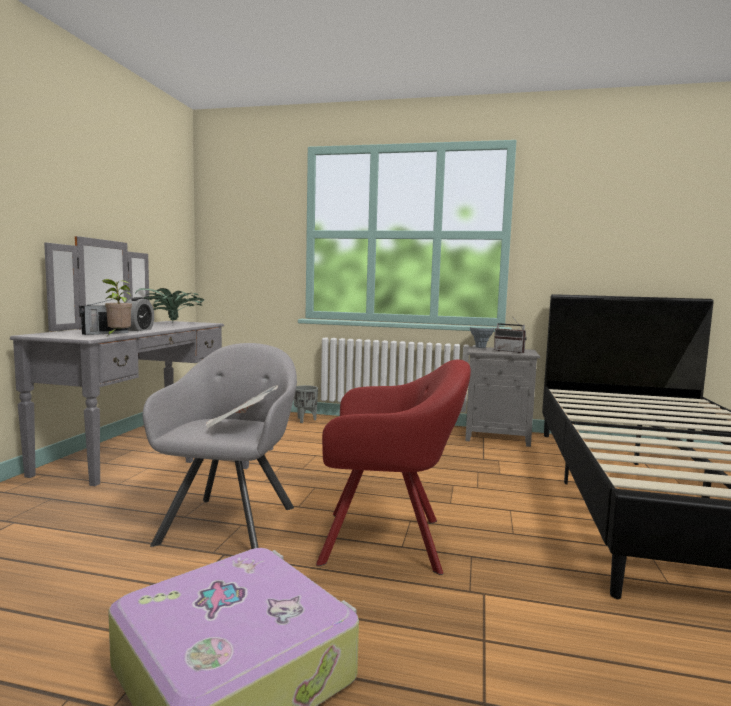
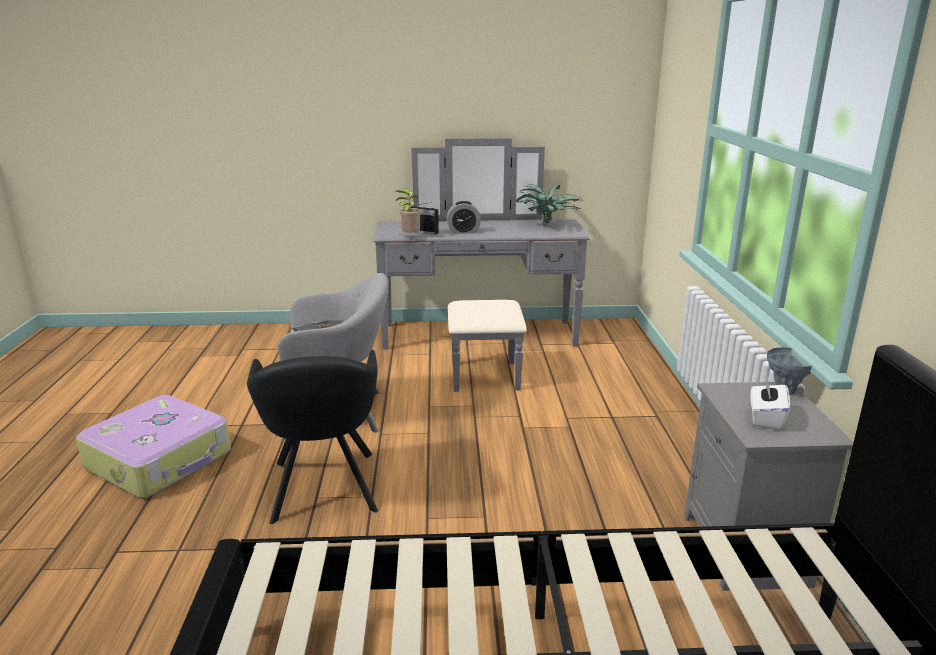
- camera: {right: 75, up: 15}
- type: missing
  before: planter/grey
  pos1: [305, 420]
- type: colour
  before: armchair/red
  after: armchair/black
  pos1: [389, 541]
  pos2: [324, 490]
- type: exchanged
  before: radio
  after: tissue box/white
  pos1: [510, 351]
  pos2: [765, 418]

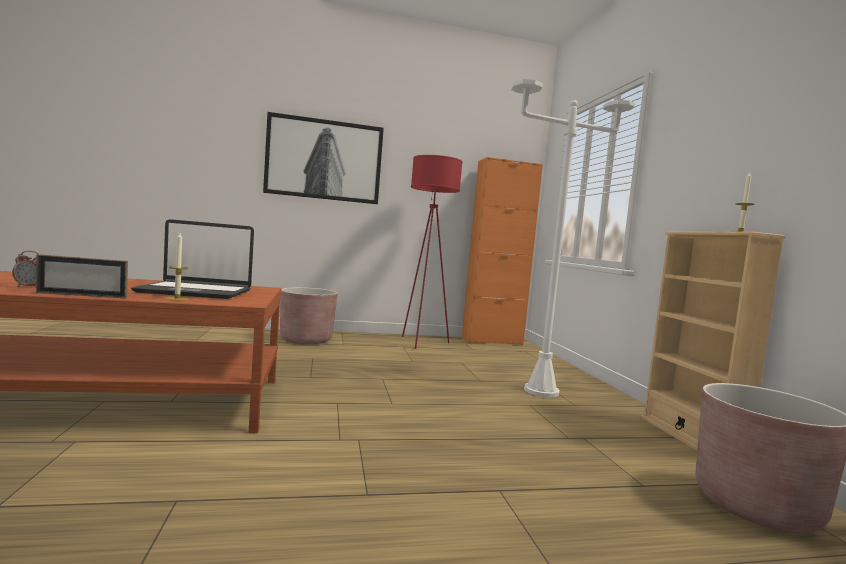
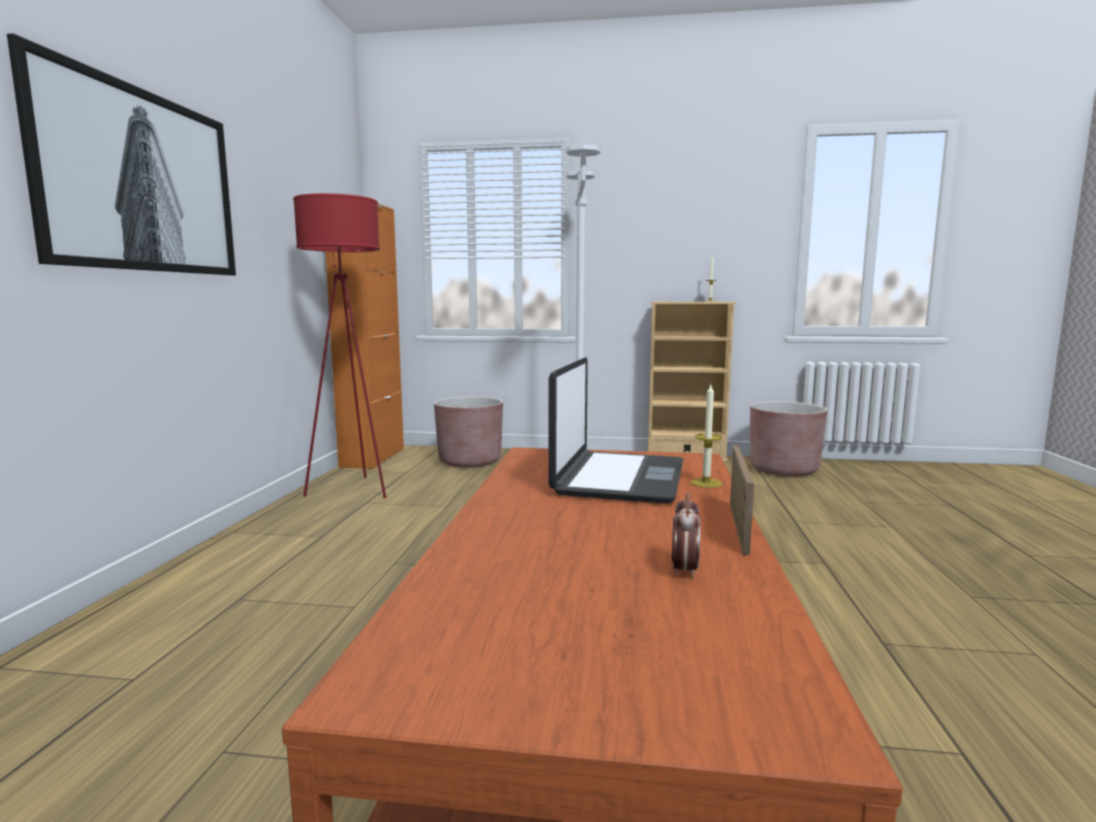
- camera: {right: -70, up: 5}
- type: relocated
  before: planter/brown
  pos1: [306, 340]
  pos2: [469, 461]

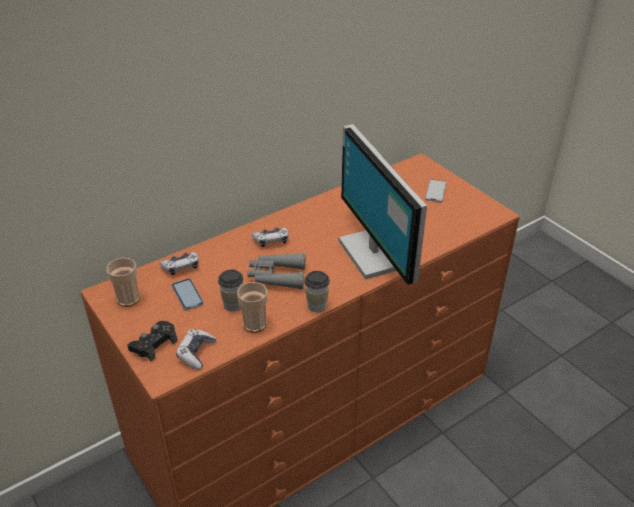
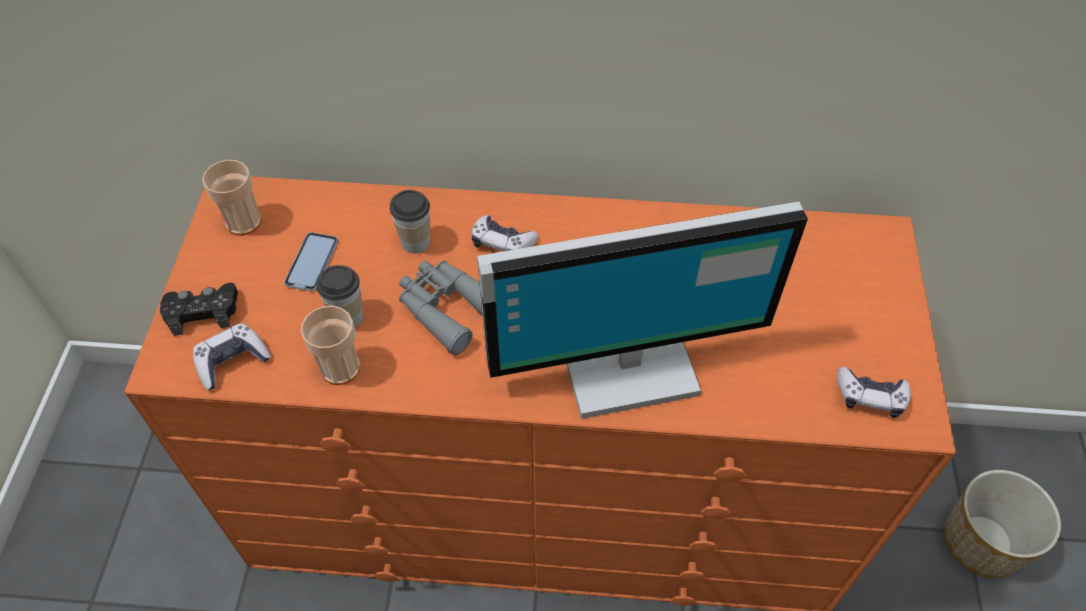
- camera: {right: 40, up: 15}
- type: relocated
  before: game controller
  pos1: [181, 267]
  pos2: [870, 397]
- type: relocated
  before: cup
  pos1: [317, 306]
  pos2: [415, 242]
- type: spun
  before: monitor
  pos1: [376, 253]
  pos2: [627, 363]
  turn: -120
- type: missing
  before: phone
  pos1: [435, 191]
- type: appeared
  after: planter
  pos2: [983, 542]

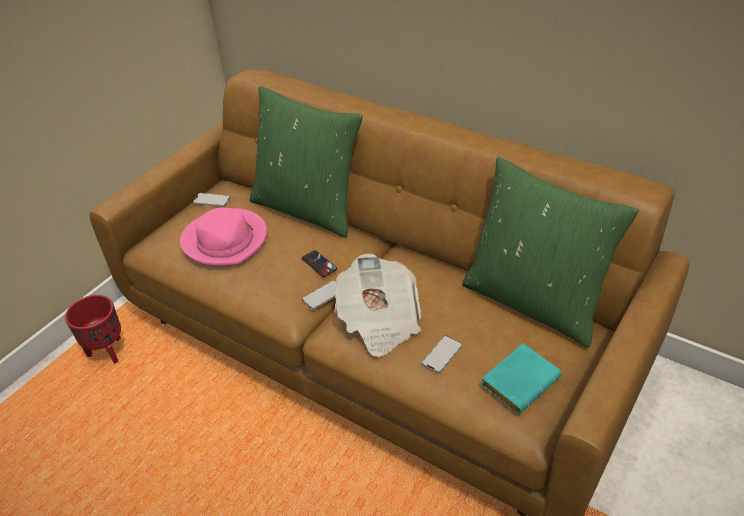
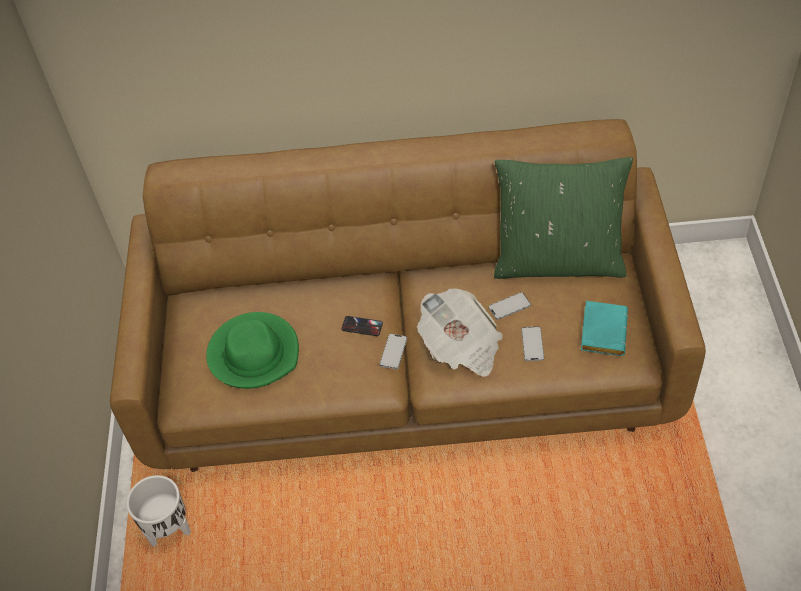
- camera: {right: -35, up: 10}
- type: colour
  before: planter/red
  after: planter/white
  pos1: [108, 352]
  pos2: [169, 529]
- type: colour
  before: hat/pink
  after: hat/green
  pos1: [226, 241]
  pos2: [254, 353]
- type: relocated
  before: phone
  pos1: [212, 200]
  pos2: [509, 306]
- type: missing
  before: pillow/green
  pos1: [308, 208]

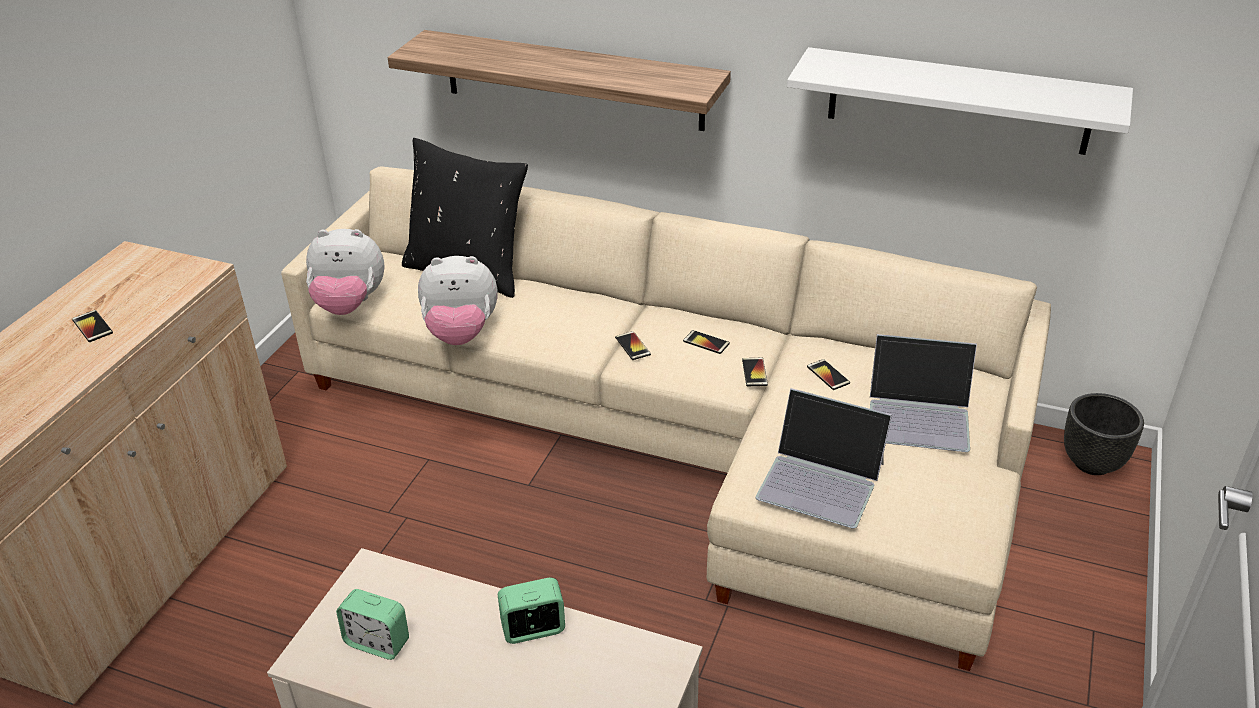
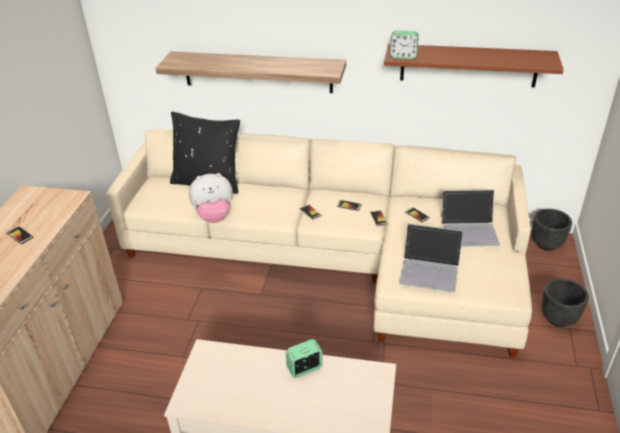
- camera: {right: -10, up: 0}
- type: missing
  before: plush toy
  pos1: [350, 305]
- type: relocated
  before: alarm clock
  pos1: [377, 642]
  pos2: [403, 56]
- type: colour
  before: shelf/white
  after: shelf/brown
  pos1: [958, 101]
  pos2: [468, 65]
- type: appeared
  after: planter/black
  pos2: [559, 319]

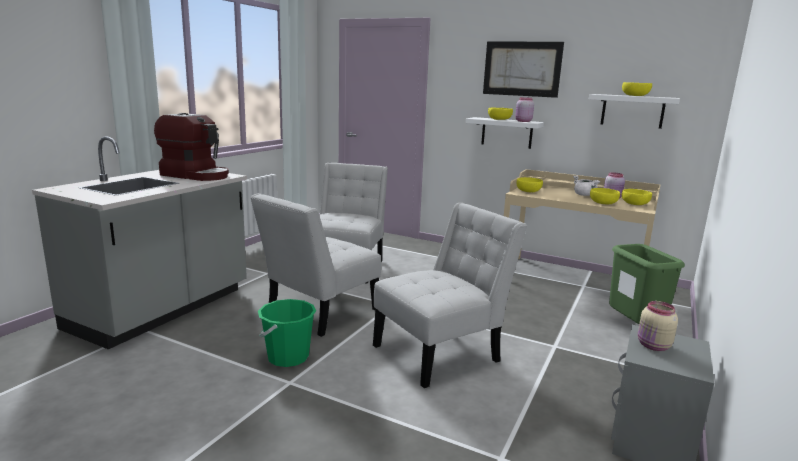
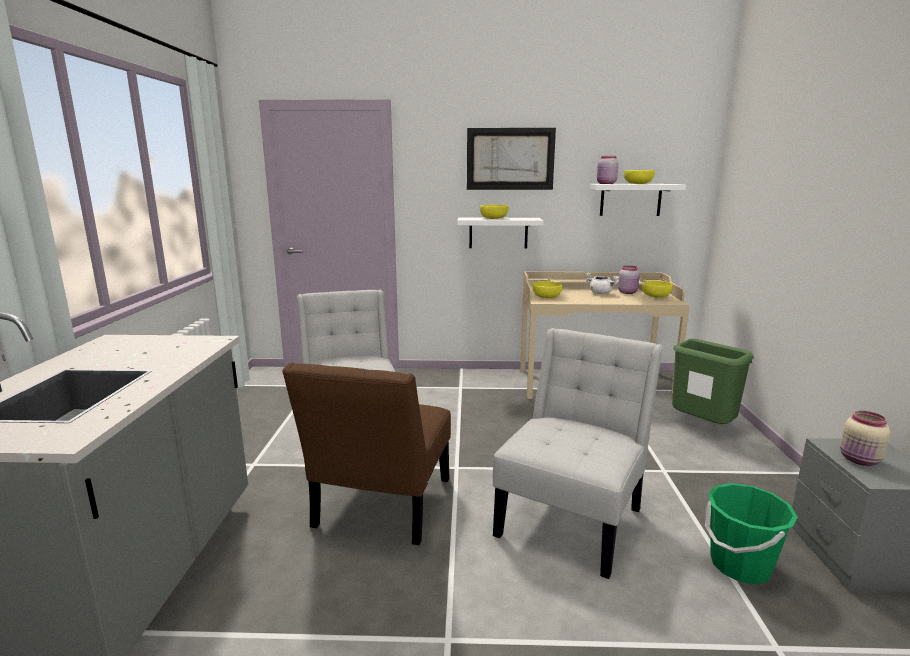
- camera: {right: -25, up: 0}
- type: missing
  before: coffee machine
  pos1: [196, 175]
- type: colour
  before: chair/white
  after: chair/brown
  pos1: [318, 313]
  pos2: [380, 507]
- type: relocated
  before: bucket/green
  pos1: [288, 357]
  pos2: [740, 565]
- type: relocated
  before: jar/pink
  pos1: [523, 121]
  pos2: [606, 183]
- type: missing
  before: bowl/yellow
  pos1: [603, 203]

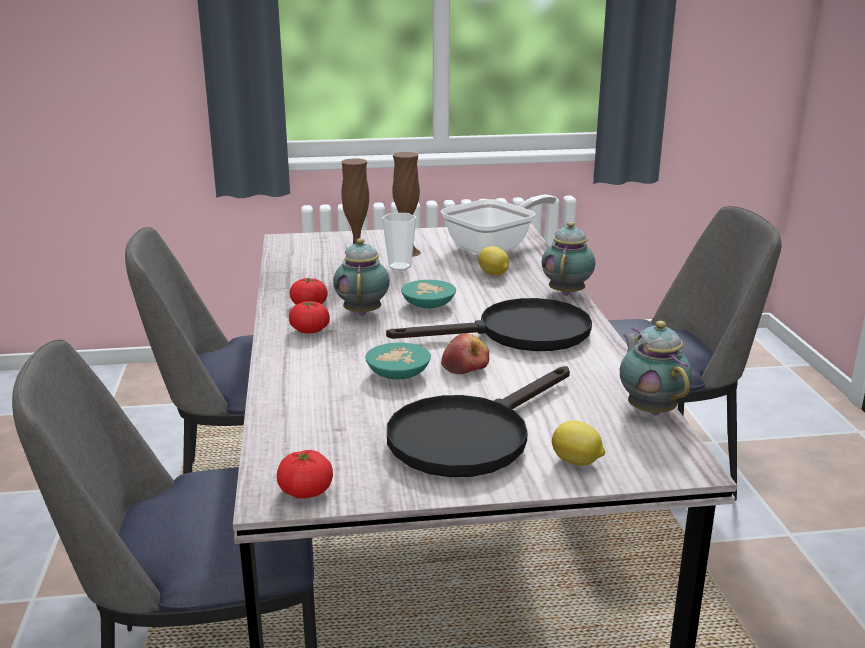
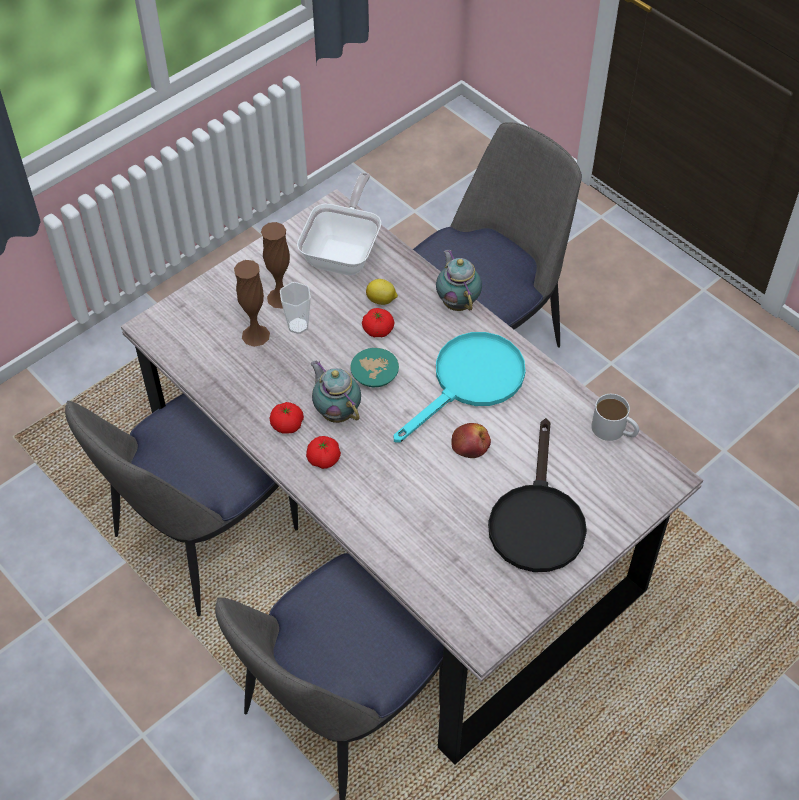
- camera: {right: -35, up: 30}
- type: relocated
  before: tomato
  pos1: [306, 491]
  pos2: [378, 330]
- type: missing
  before: bowl/turquoise
  pos1: [396, 374]
- type: colour
  before: frying pan/black
  after: frying pan/turquoise
  pos1: [518, 334]
  pos2: [470, 382]
- type: missing
  before: lemon
  pos1: [577, 462]
- type: exchanged
  before: teapot
  after: mug/white
  pos1: [650, 409]
  pos2: [614, 430]

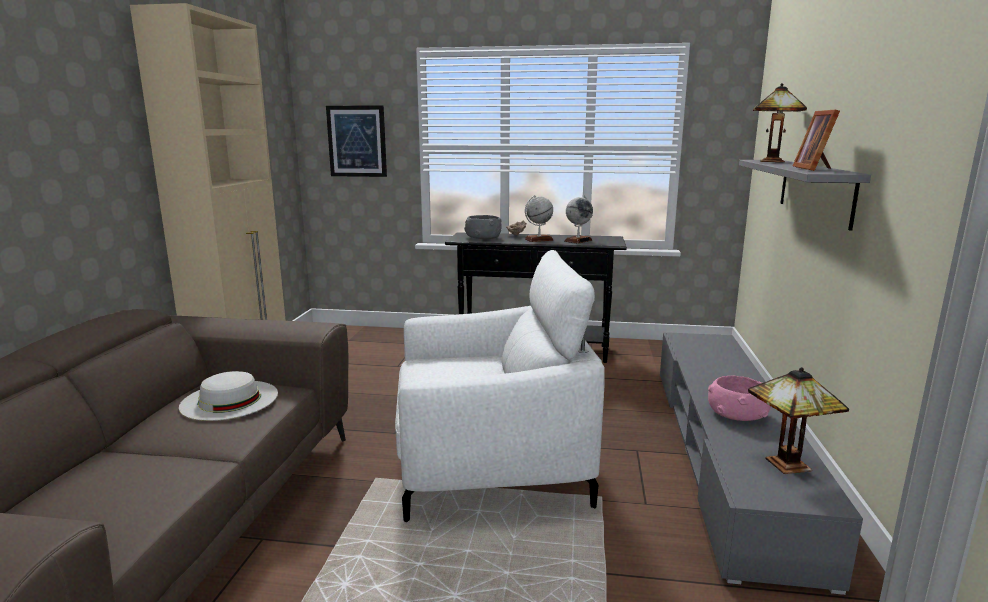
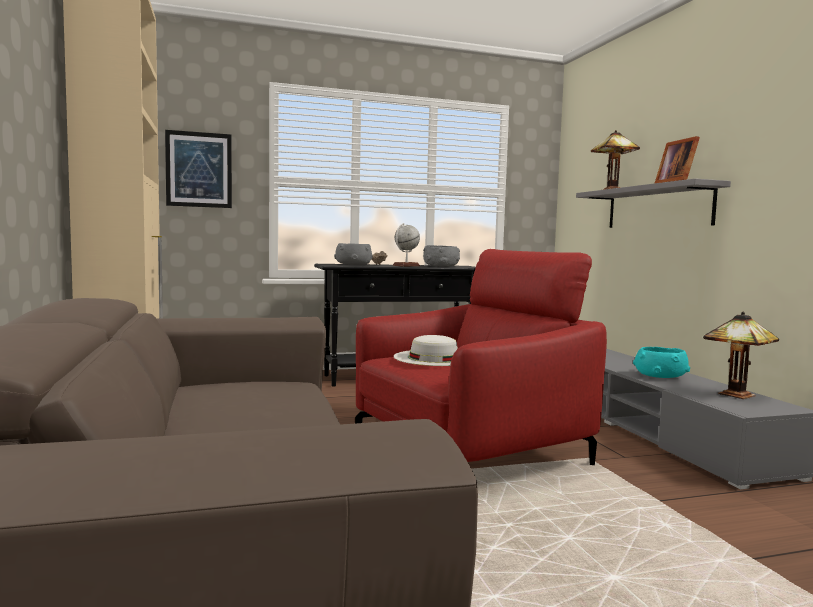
- camera: {right: -25, up: -10}
- type: relocated
  before: hat/white
  pos1: [229, 399]
  pos2: [434, 358]
- type: colour
  before: armchair/white
  after: armchair/red
  pos1: [489, 463]
  pos2: [468, 452]
- type: exchanged
  before: globe
  after: bowl/grey
  pos1: [578, 240]
  pos2: [441, 266]
- type: colour
  before: bowl/pink
  after: bowl/turquoise
  pos1: [736, 414]
  pos2: [660, 376]

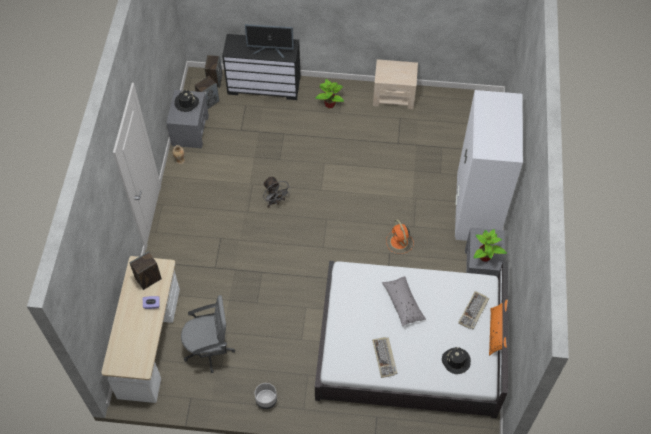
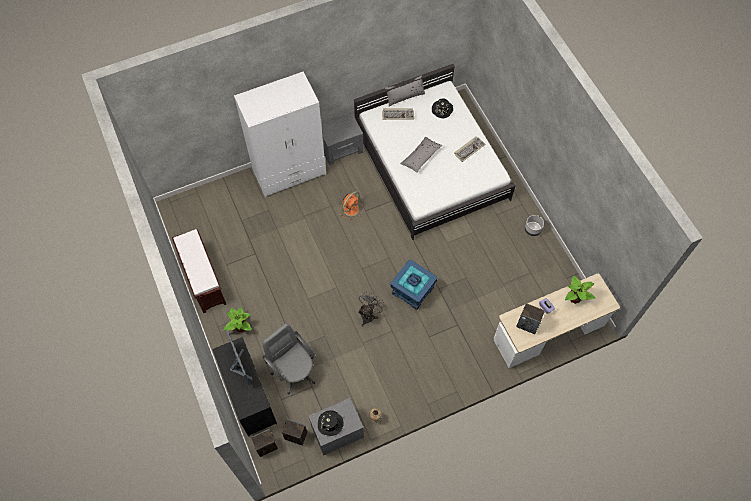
- camera: {right: -120, up: 5}
- type: relocated
  before: office chair/grey
  pos1: [210, 349]
  pos2: [294, 371]
- type: exchanged
  before: nightstand/beige
  after: bench/brown
  pos1: [394, 96]
  pos2: [203, 280]
- type: relocated
  before: potted plant
  pos1: [485, 257]
  pos2: [574, 298]
- type: colour
  before: pillow/orange
  after: pillow/grey
  pos1: [496, 332]
  pos2: [405, 96]
- type: appeared
  after: storage box/blue
  pos2: [413, 290]

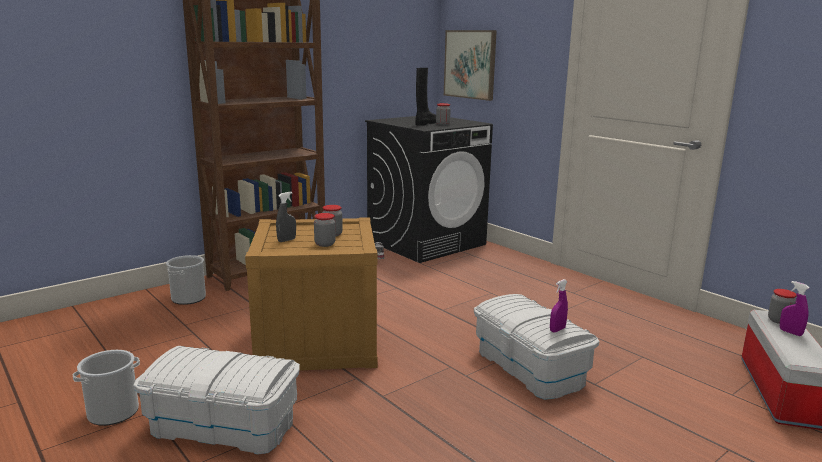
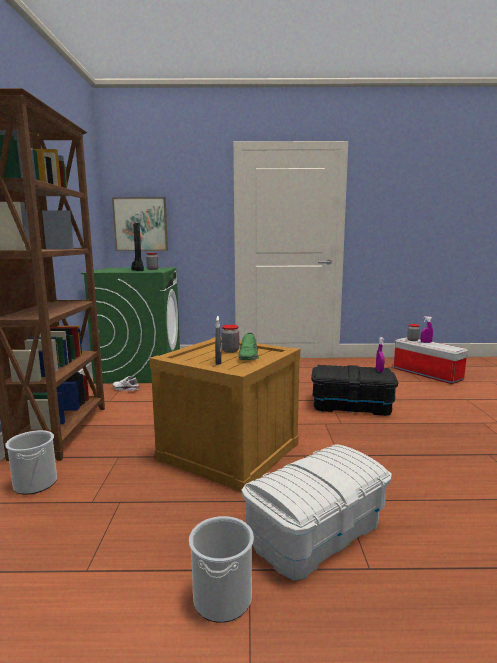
- camera: {right: -50, up: -5}
- type: exchanged
  before: jar
  after: shoe/green
  pos1: [325, 244]
  pos2: [249, 356]
- type: colour
  before: washing machine/black
  after: washing machine/green
  pos1: [426, 242]
  pos2: [140, 370]
- type: colour
  before: storage box/white
  after: storage box/black
  pos1: [530, 368]
  pos2: [351, 406]

